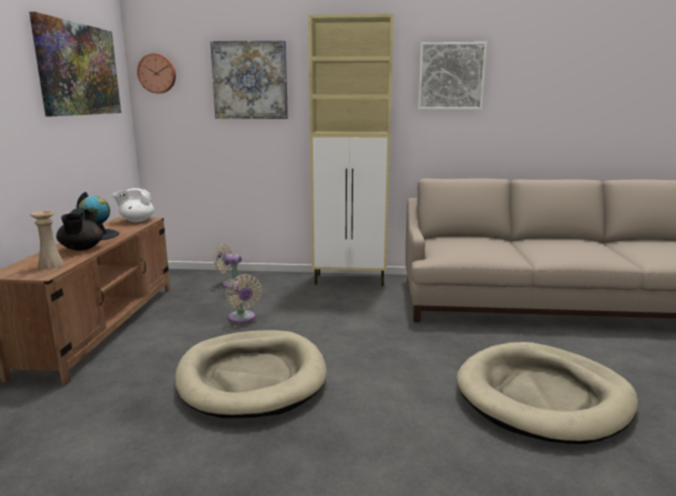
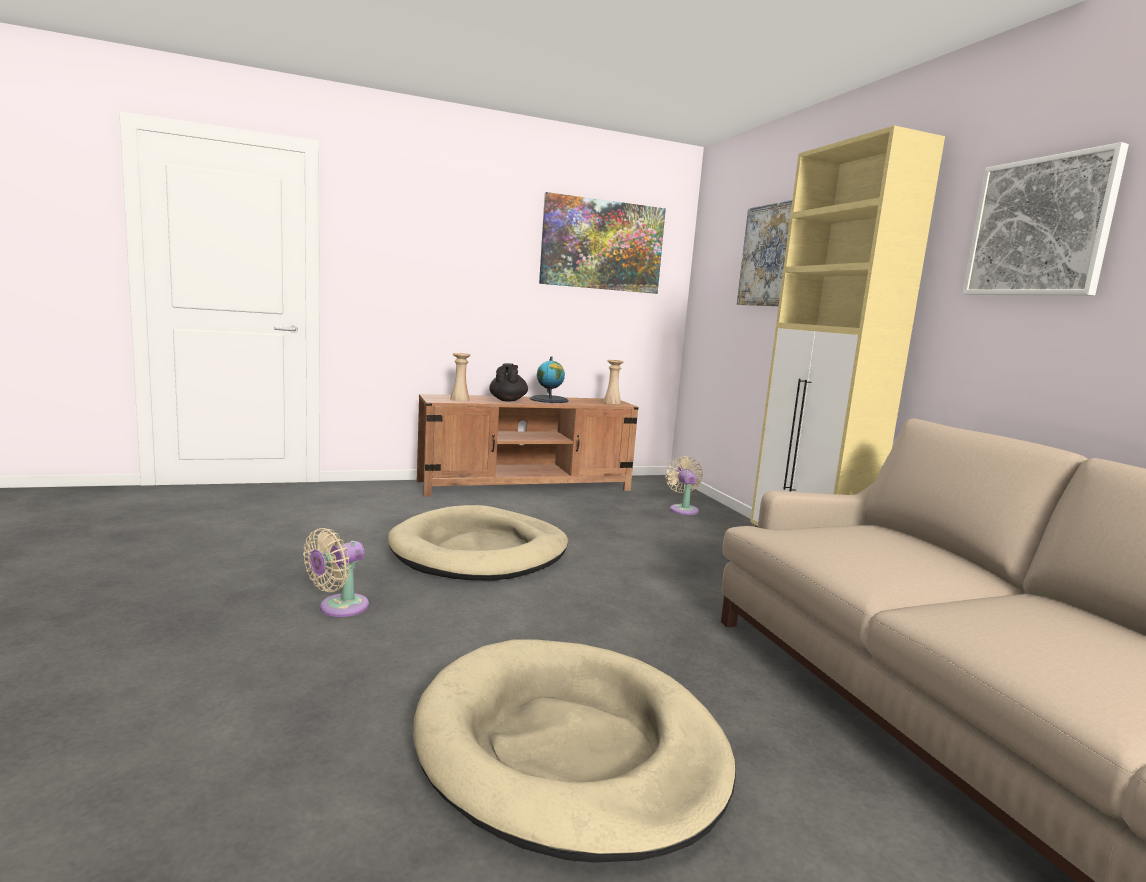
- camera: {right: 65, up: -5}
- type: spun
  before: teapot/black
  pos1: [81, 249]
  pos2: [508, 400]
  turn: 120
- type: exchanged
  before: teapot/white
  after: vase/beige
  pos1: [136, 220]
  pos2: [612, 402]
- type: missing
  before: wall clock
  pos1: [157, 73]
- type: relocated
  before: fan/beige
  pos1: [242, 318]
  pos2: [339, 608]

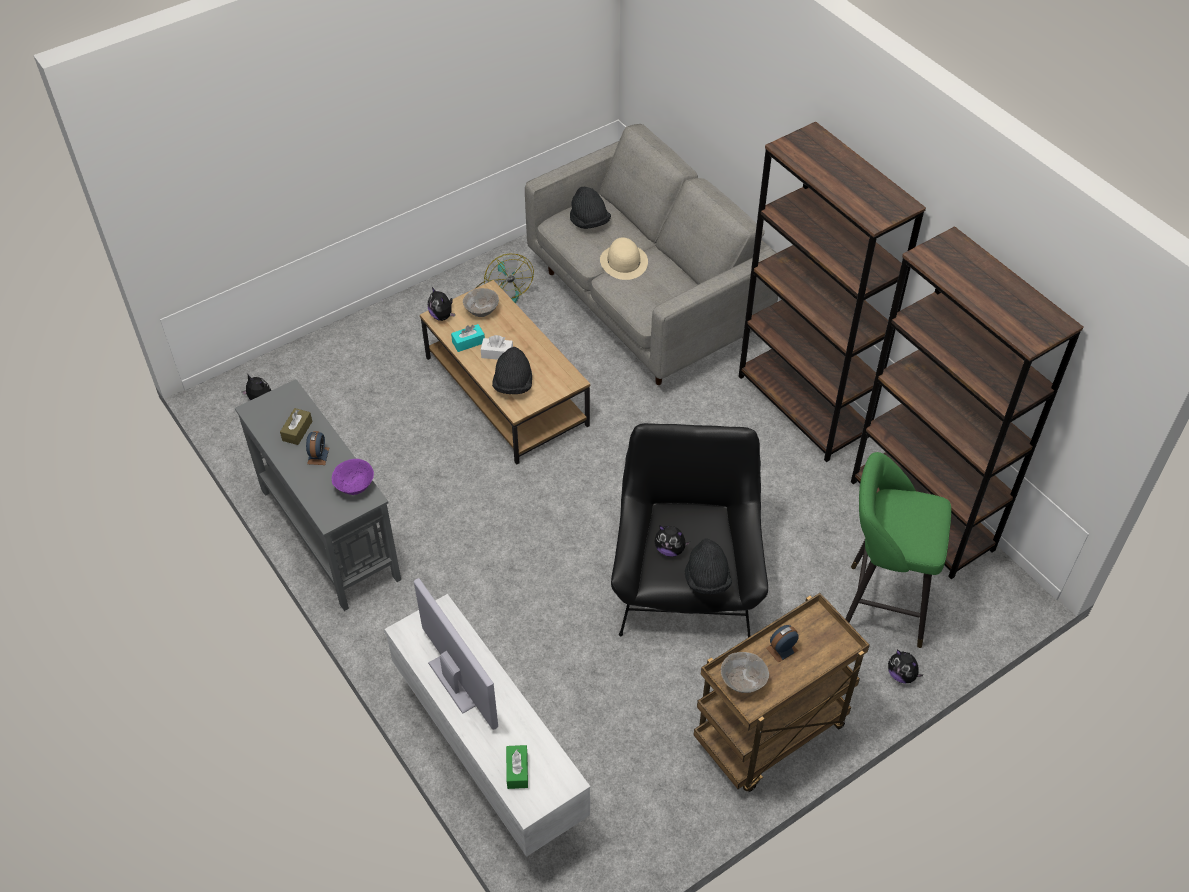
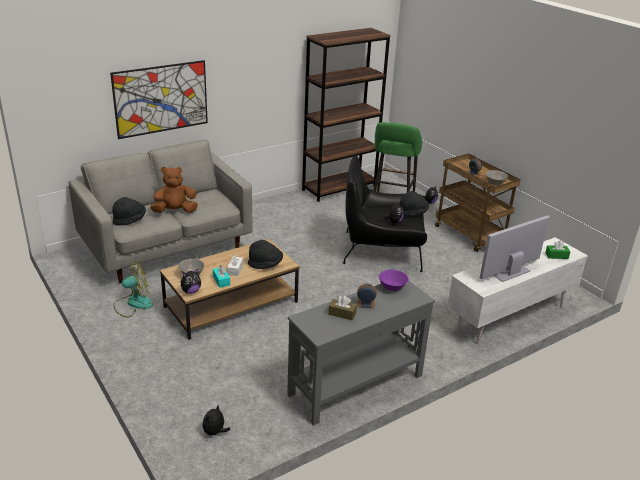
- camera: {right: -90, up: -20}
- type: exchanged
  before: hat/beige
  after: plush toy/brown
  pos1: [624, 262]
  pos2: [175, 211]
- type: missing
  before: bookcase/brown
  pos1: [803, 406]
- type: appeared
  after: picture
  pos2: [161, 99]

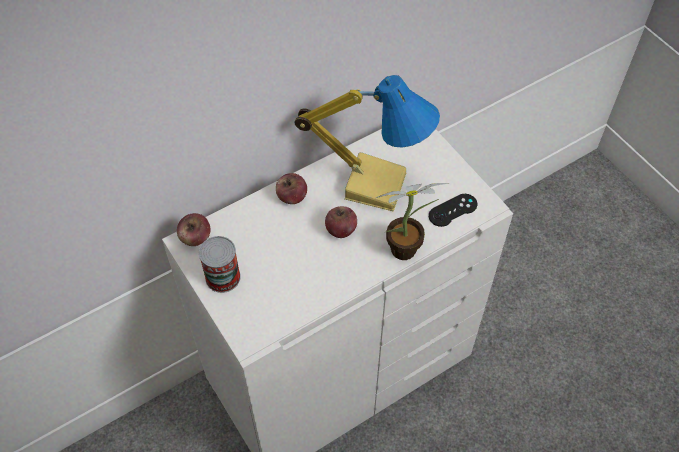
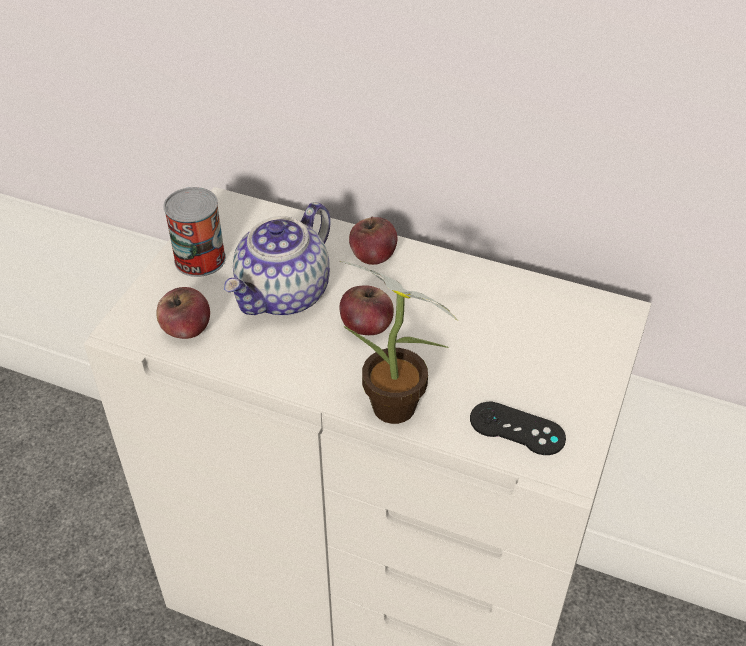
- camera: {right: 55, up: -10}
- type: relocated
  before: apple
  pos1: [195, 238]
  pos2: [186, 329]
- type: missing
  before: table lamp
  pos1: [375, 183]
- type: appeared
  after: teapot
  pos2: [284, 295]

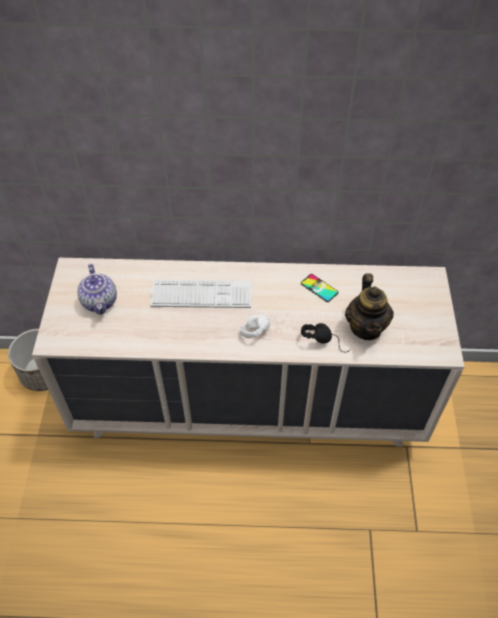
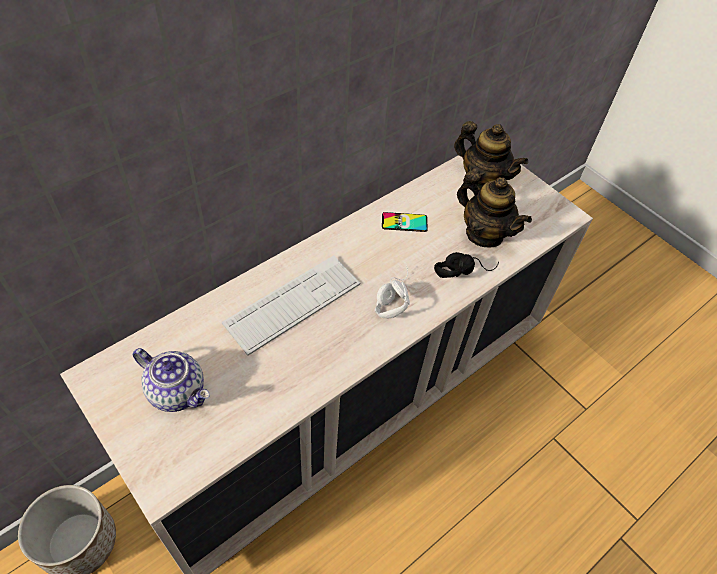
- camera: {right: -45, up: 0}
- type: appeared
  after: teapot
  pos2: [482, 181]

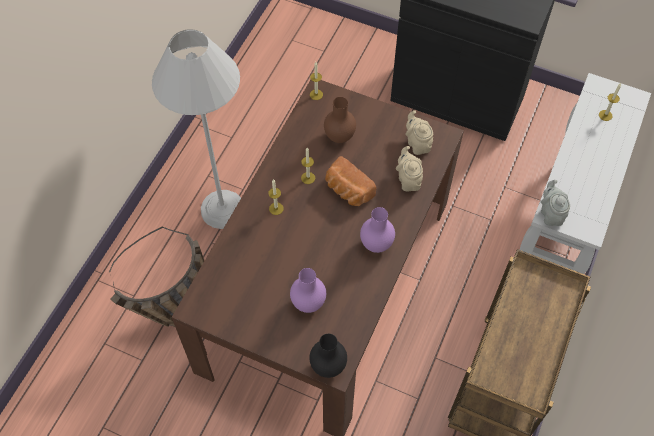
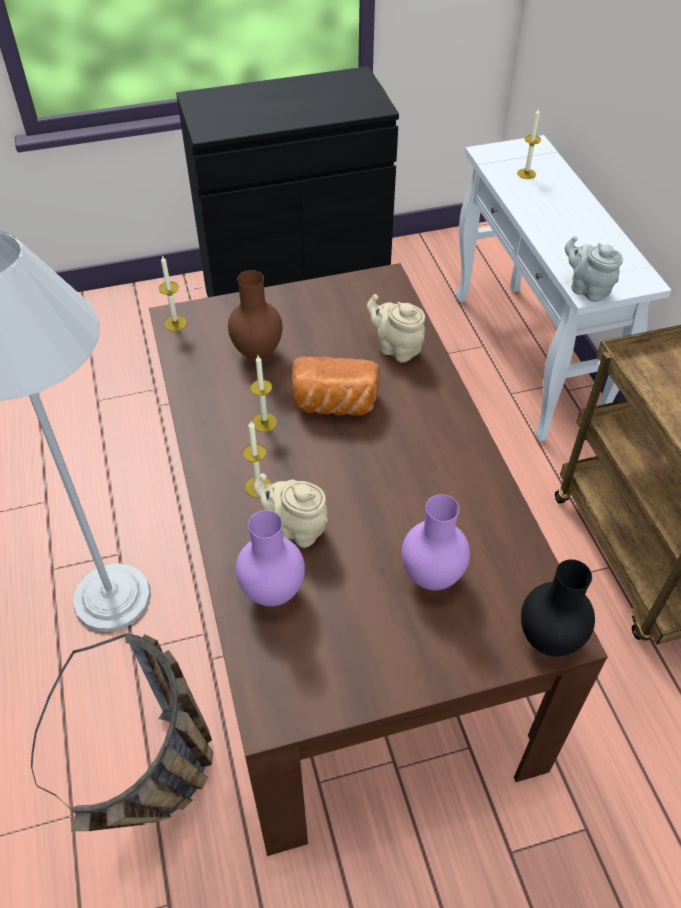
- camera: {right: -40, up: -10}
- type: relocated
  before: vase/purple
  pos1: [377, 245]
  pos2: [274, 592]
- type: relocated
  before: teapot/beige
  pos1: [417, 144]
  pos2: [295, 528]

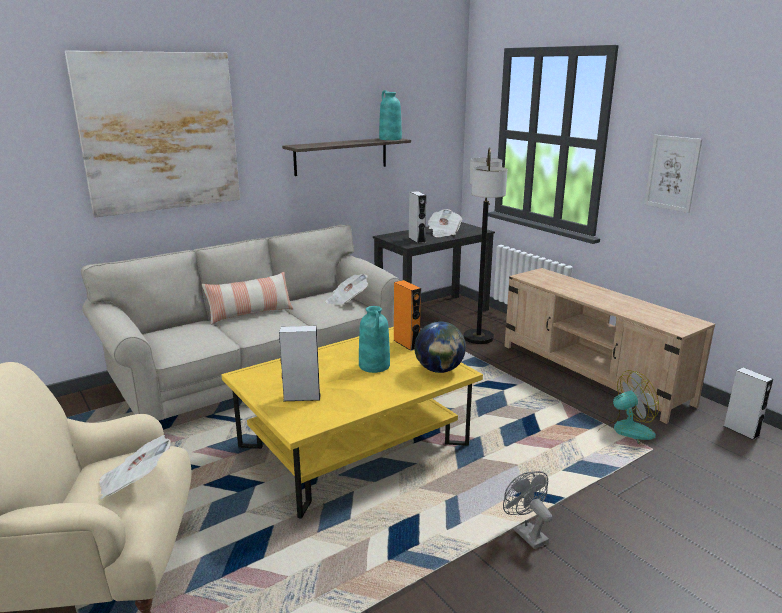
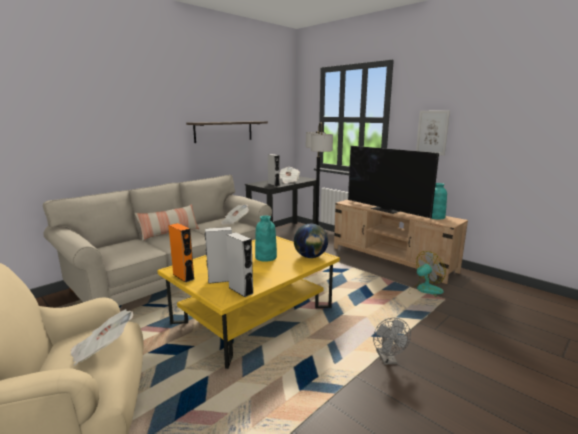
- camera: {right: -10, up: -5}
- type: missing
  before: picture
  pos1: [160, 132]
- type: relocated
  before: vase/turquoise
  pos1: [390, 139]
  pos2: [435, 217]
- type: relocated
  before: speaker/orange
  pos1: [406, 344]
  pos2: [183, 276]
- type: spun
  before: fan/grey
  pos1: [526, 533]
  pos2: [388, 360]
  turn: -150
- type: relocated
  before: speaker/grey
  pos1: [741, 431]
  pos2: [241, 290]
- type: appeared
  after: television
  pos2: [385, 209]

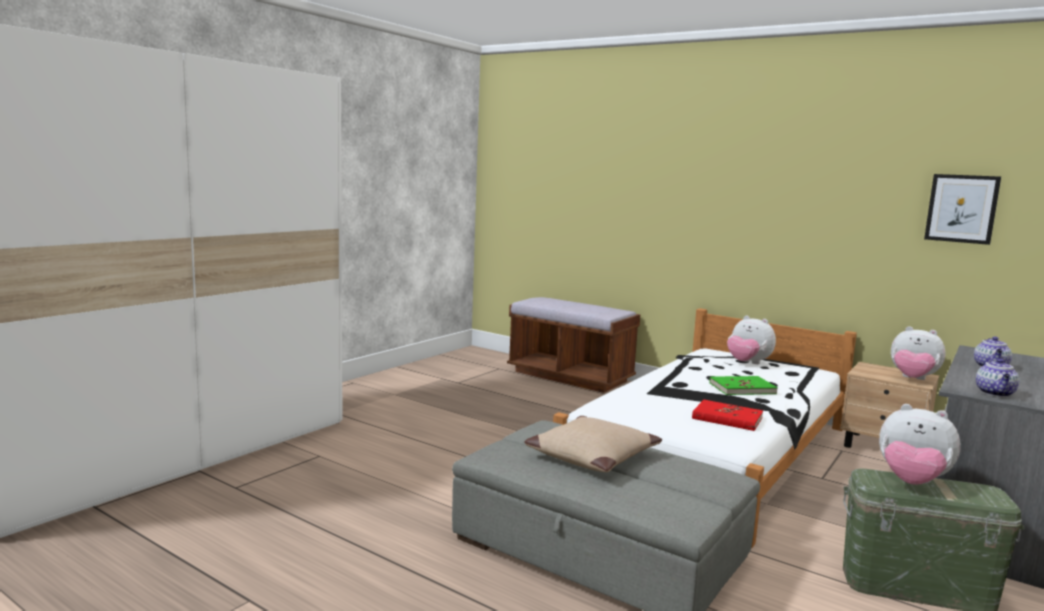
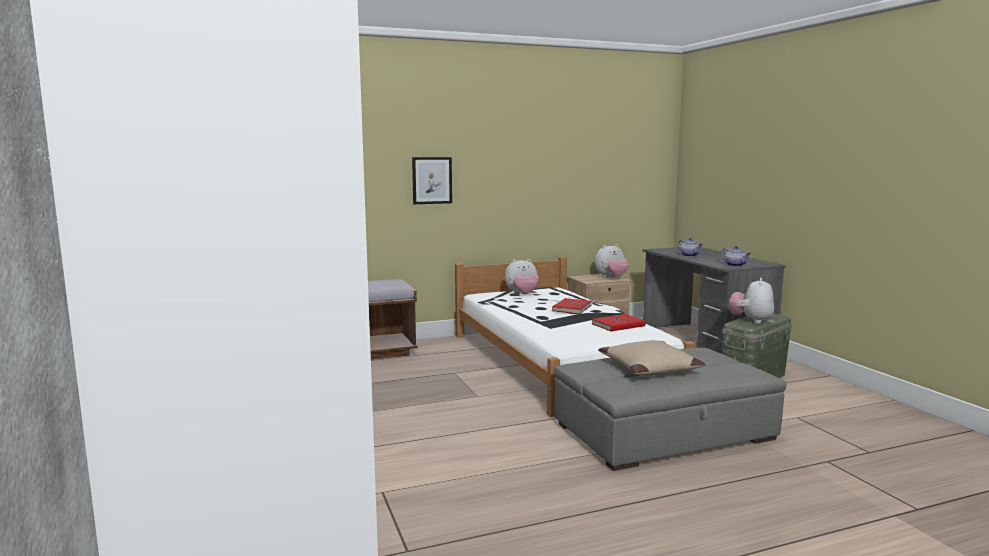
- camera: {right: -55, up: 0}
- type: colour
  before: book/green
  after: book/red
  pos1: [742, 388]
  pos2: [571, 308]
- type: spun
  before: plush toy
  pos1: [912, 482]
  pos2: [751, 321]
  turn: 135
- type: relocated
  before: picture
  pos1: [961, 208]
  pos2: [432, 180]

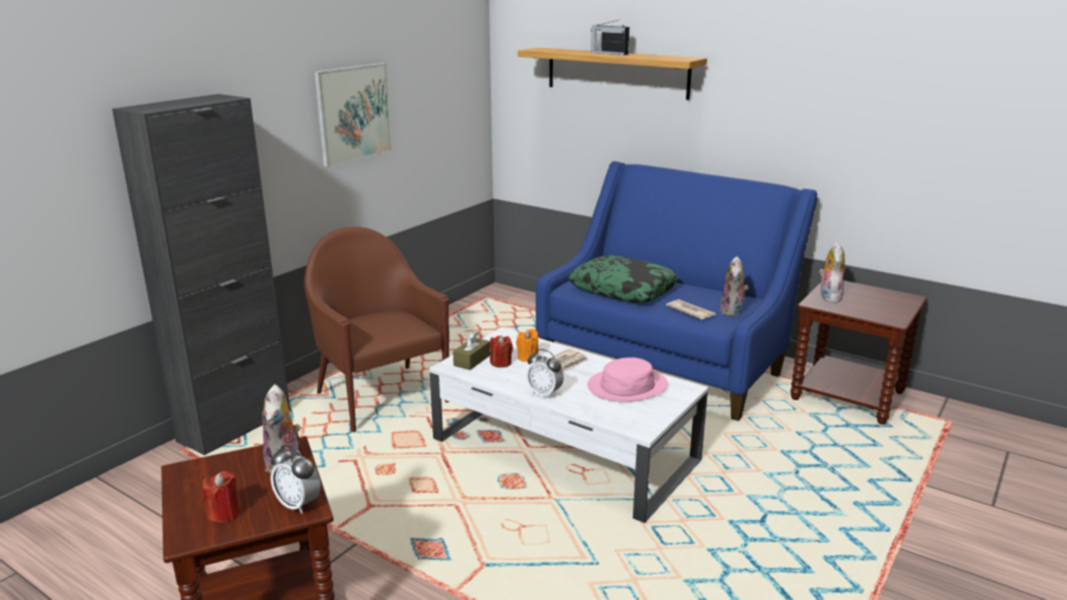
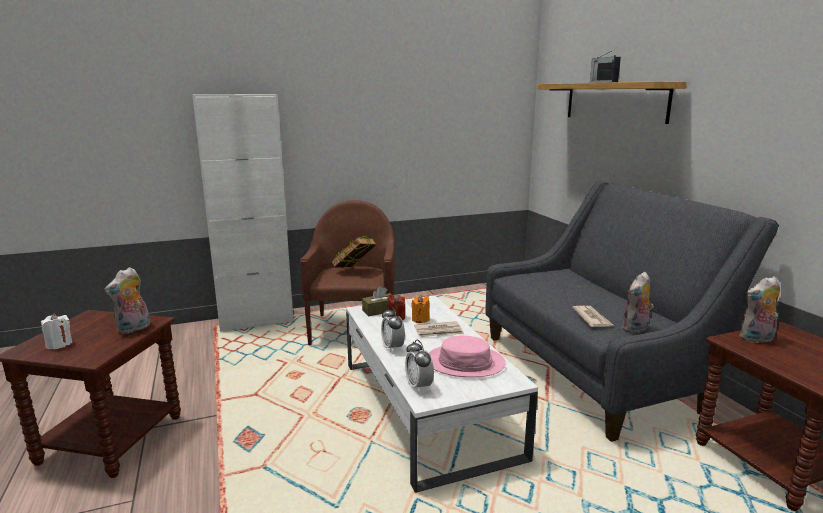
- camera: {right: 35, up: -5}
- type: colour
  before: cabinet/black
  after: cabinet/white
  pos1: [235, 426]
  pos2: [256, 321]
- type: colour
  before: candle/red
  after: candle/white
  pos1: [225, 513]
  pos2: [59, 344]
- type: relocated
  before: alarm clock
  pos1: [298, 504]
  pos2: [419, 386]
- type: missing
  before: picture
  pos1: [353, 113]
- type: colour
  before: sofa/blue
  after: sofa/grey
  pos1: [665, 363]
  pos2: [595, 370]
- type: missing
  before: pillow
  pos1: [623, 289]
- type: spun
  before: plush toy
  pos1: [828, 297]
  pos2: [756, 339]
  turn: -150
- type: appeared
  after: book
  pos2: [354, 271]

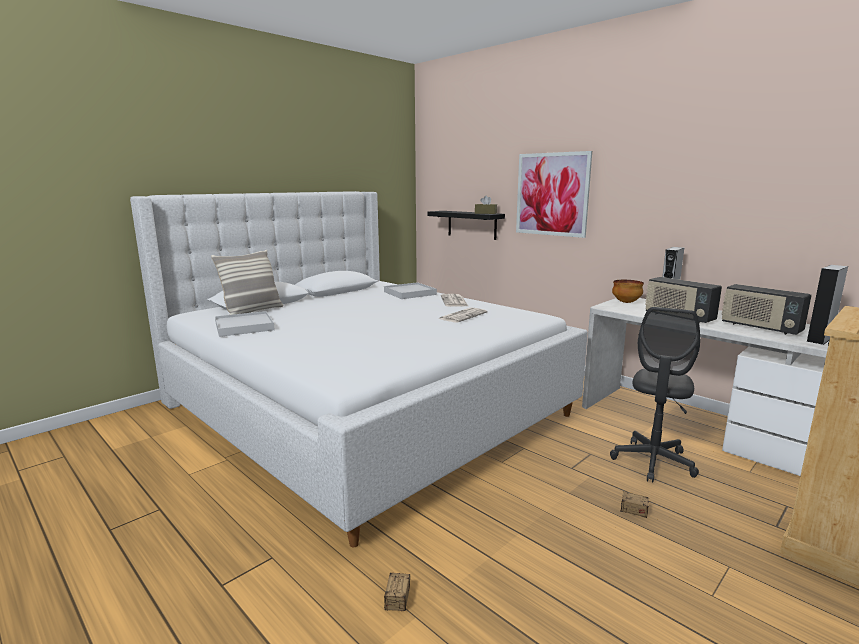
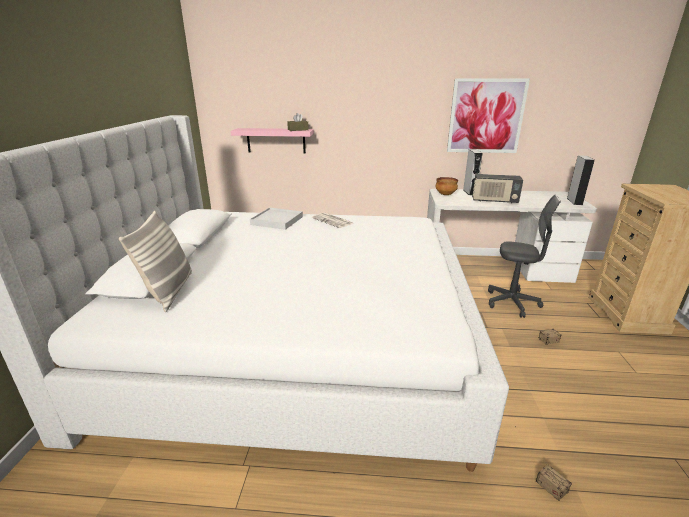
- camera: {right: -40, up: 10}
- type: missing
  before: tray/white
  pos1: [244, 327]
- type: colour
  before: shelf/black
  after: shelf/pink
  pos1: [472, 224]
  pos2: [276, 140]
- type: missing
  before: newspaper
  pos1: [463, 316]
- type: relocated
  before: picture
  pos1: [552, 194]
  pos2: [486, 116]
- type: spun
  before: office chair/grey
  pos1: [653, 462]
  pos2: [512, 303]
  turn: -60
- type: missing
  before: radio
  pos1: [760, 327]

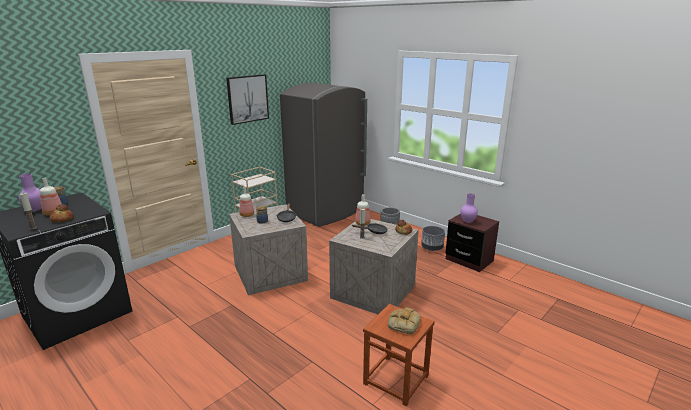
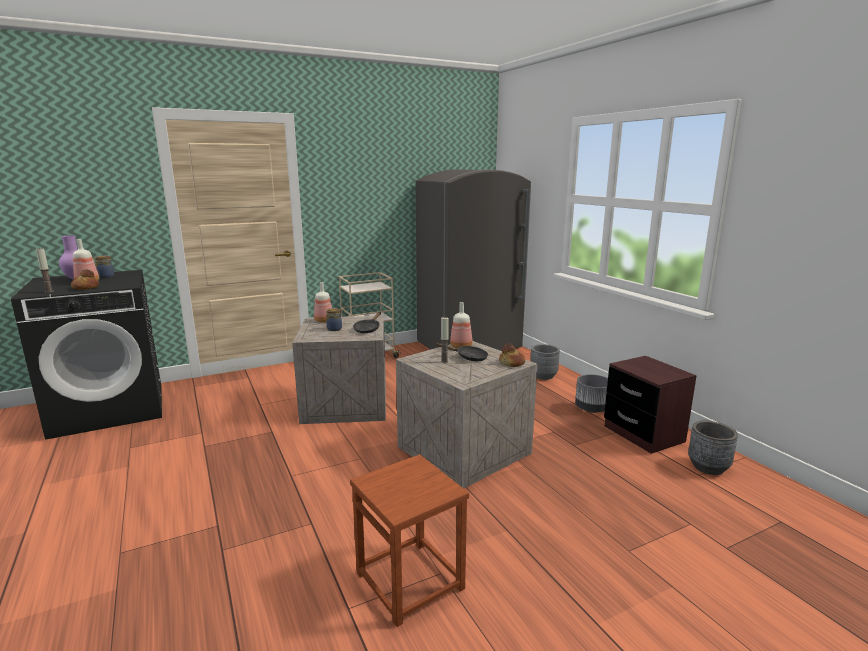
- camera: {right: 20, up: -5}
- type: missing
  before: picture
  pos1: [247, 99]
- type: missing
  before: bread
  pos1: [403, 323]
- type: missing
  before: vase/purple
  pos1: [468, 221]
- type: appeared
  after: planter/grey
  pos2: [708, 467]

